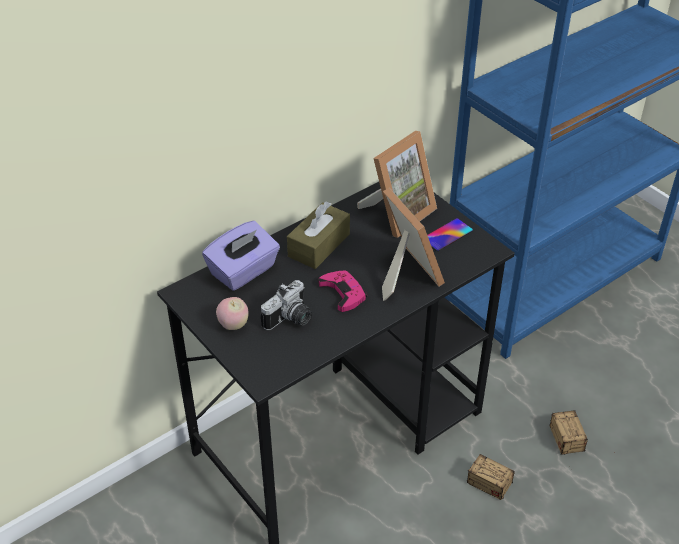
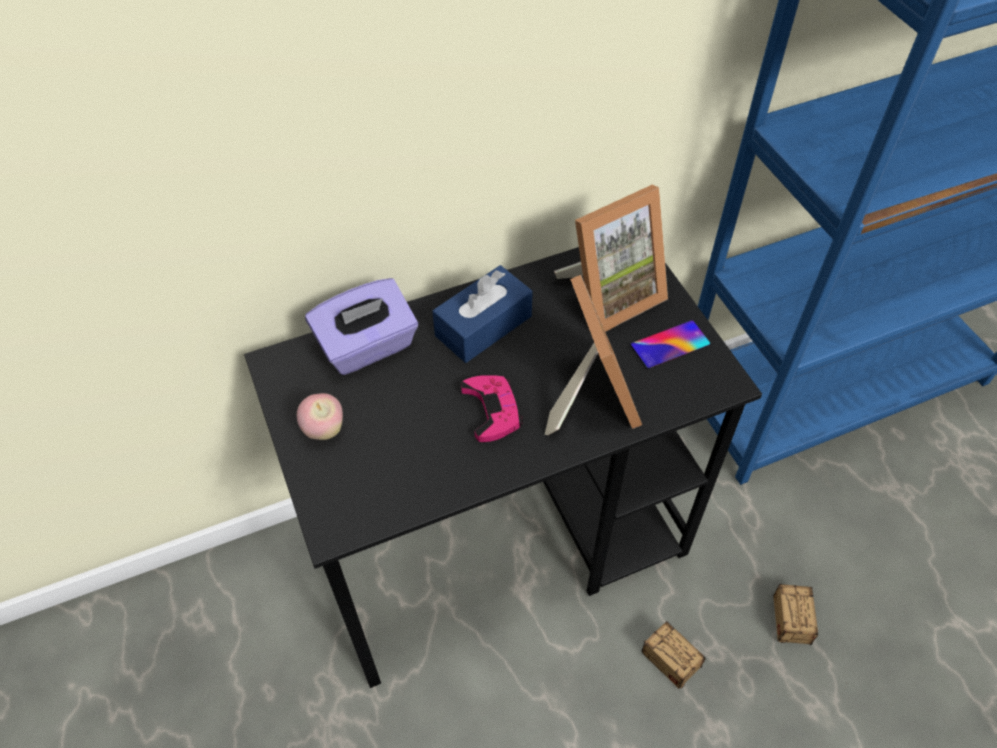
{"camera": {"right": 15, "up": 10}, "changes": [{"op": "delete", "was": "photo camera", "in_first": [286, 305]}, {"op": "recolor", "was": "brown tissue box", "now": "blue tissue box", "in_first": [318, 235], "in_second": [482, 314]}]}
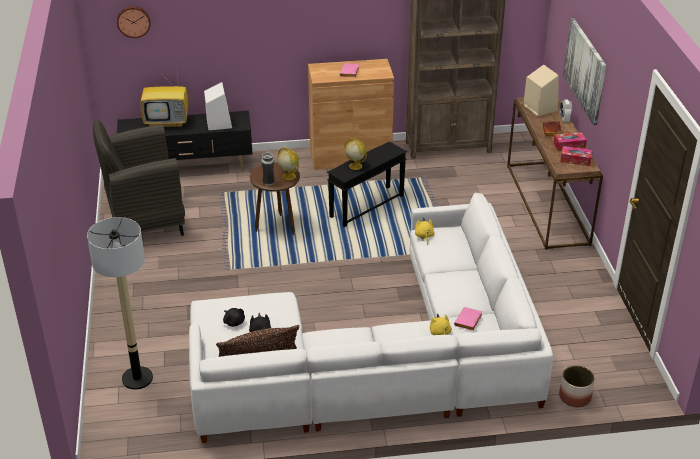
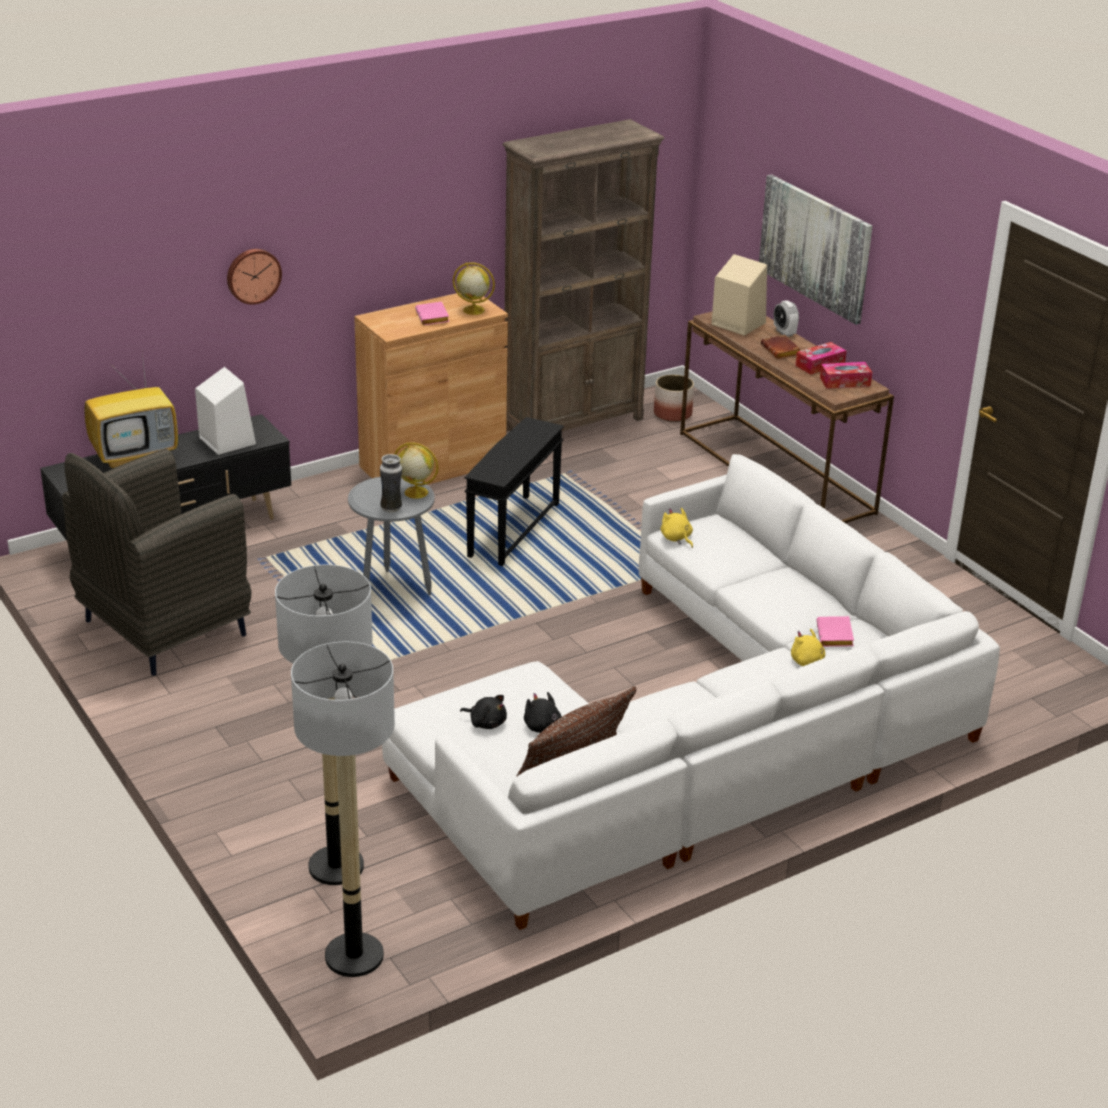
{"camera": {"right": -25, "up": -5}, "changes": [{"op": "move", "was": "wall clock", "in_first": [134, 22], "in_second": [254, 277]}, {"op": "recolor", "was": "brown side table", "now": "grey side table", "in_first": [275, 198], "in_second": [391, 536]}, {"op": "move", "was": "globe", "in_first": [355, 154], "in_second": [474, 288]}, {"op": "move", "was": "planter", "in_first": [577, 386], "in_second": [674, 398]}, {"op": "insert", "now": "floor lamp", "in_second": [343, 809]}]}
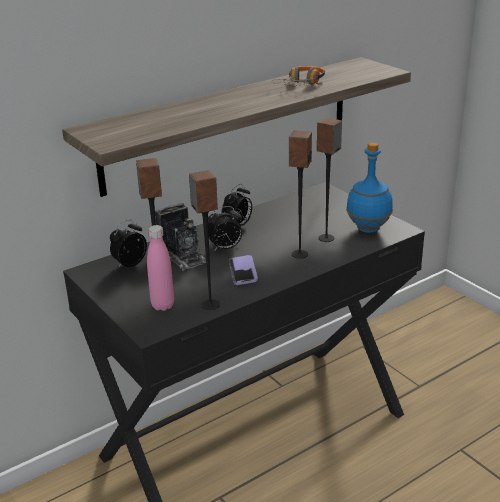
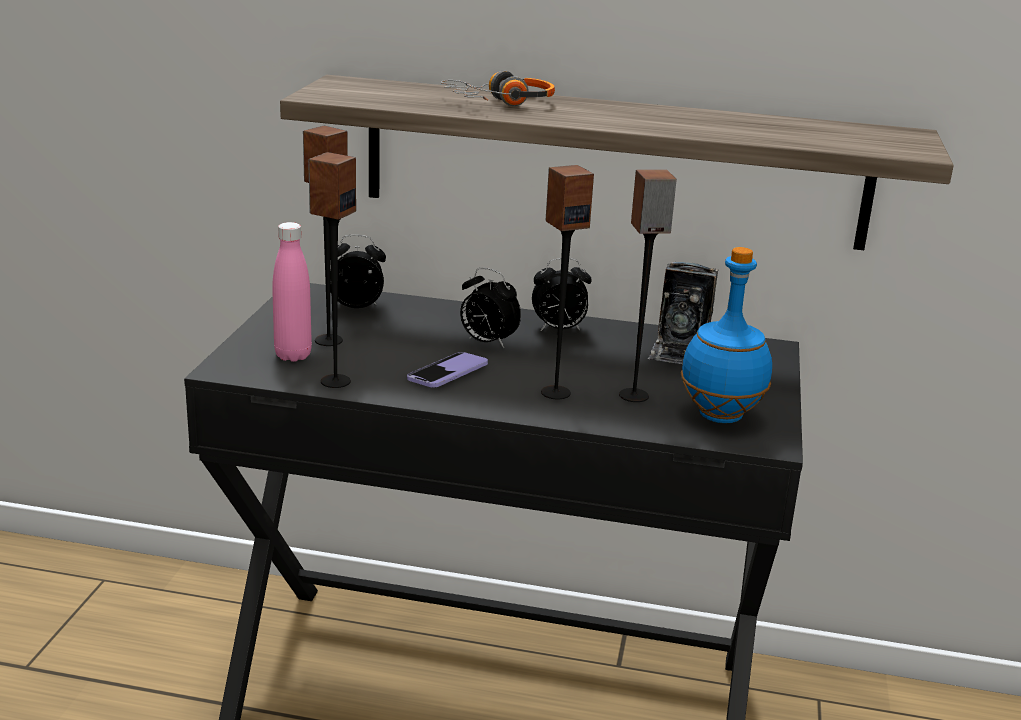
{"camera": {"right": 45, "up": -5}, "changes": [{"op": "move", "was": "photo camera", "in_first": [180, 237], "in_second": [683, 313]}, {"op": "move", "was": "headphones", "in_first": [298, 76], "in_second": [498, 88]}]}
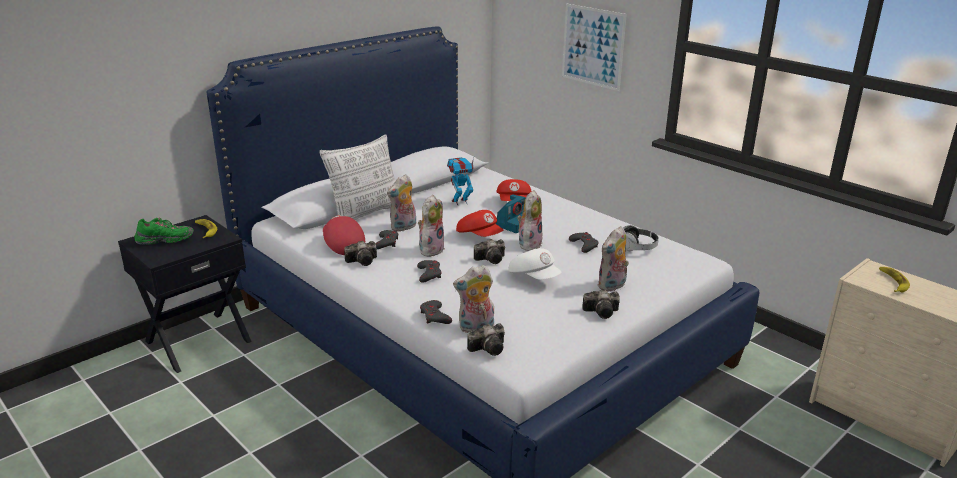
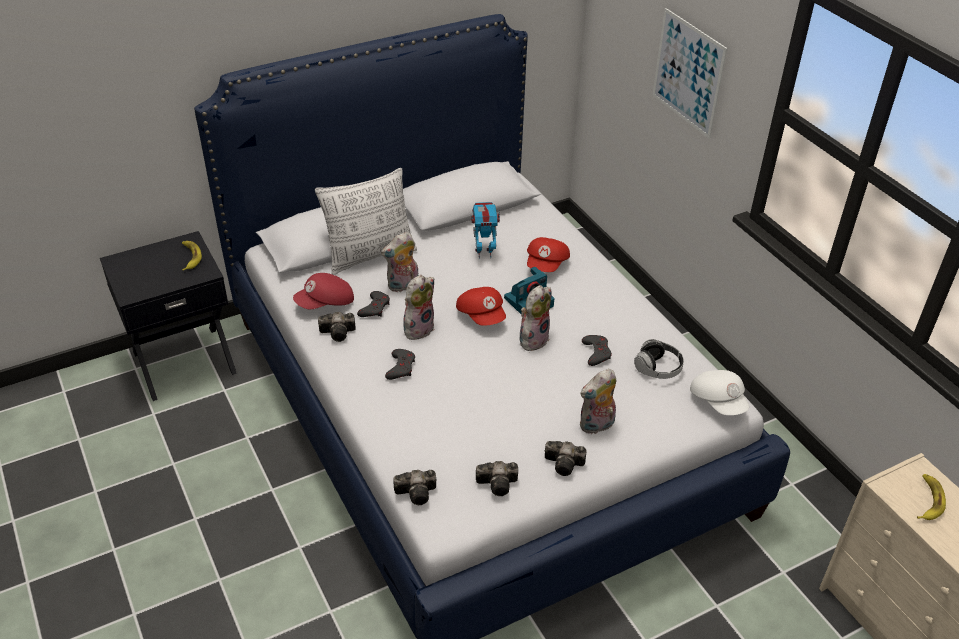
{"camera": {"right": 15, "up": 15}, "changes": [{"op": "delete", "was": "green shoe", "in_first": [164, 231]}, {"op": "rotate", "was": "red cap", "in_first": [344, 235], "in_second": [323, 291], "clockwise": -105}, {"op": "delete", "was": "grey game controller", "in_first": [436, 312]}, {"op": "delete", "was": "plush toy", "in_first": [473, 299]}, {"op": "move", "was": "photo camera", "in_first": [489, 251], "in_second": [497, 478]}, {"op": "move", "was": "white cap", "in_first": [535, 264], "in_second": [719, 392]}]}
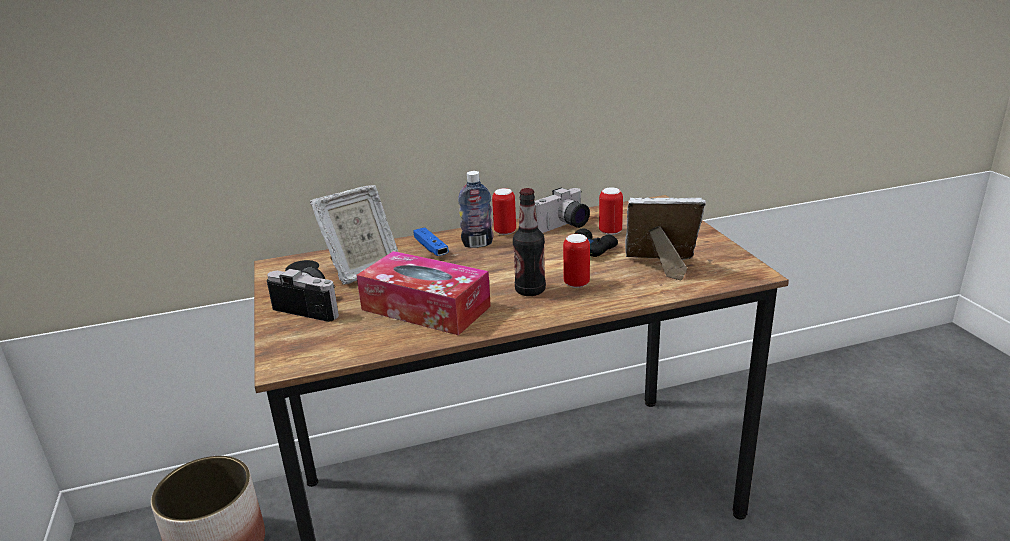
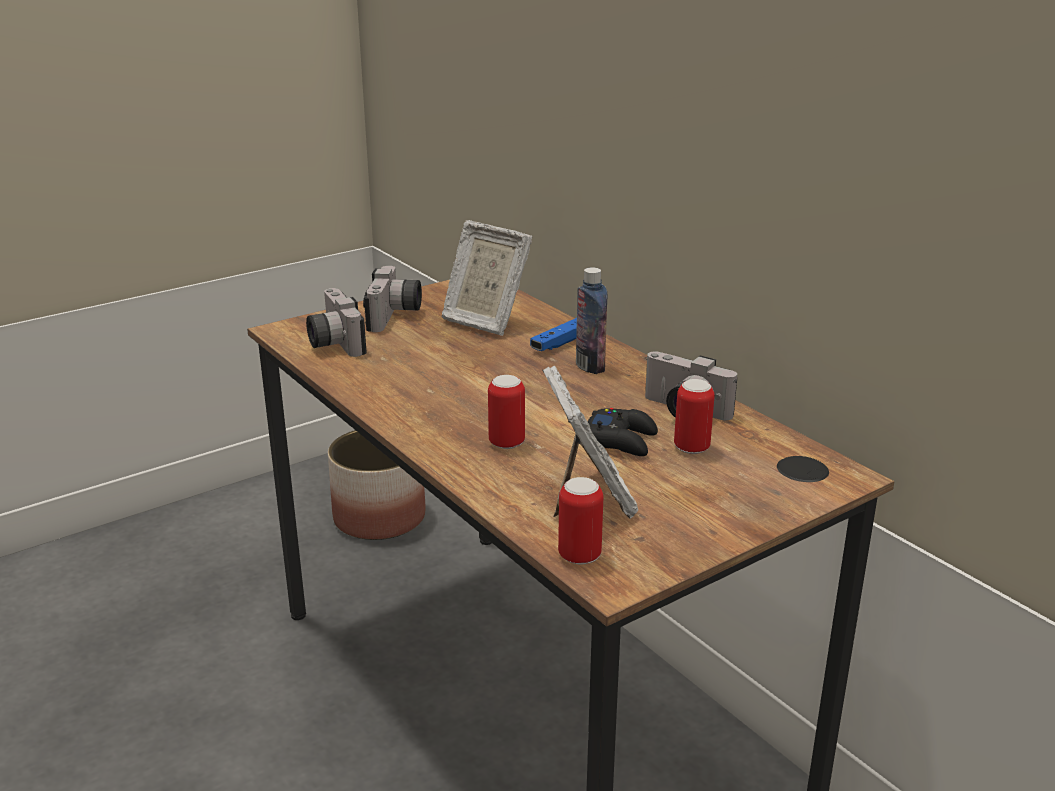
{"camera": {"right": 70, "up": 0}, "changes": [{"op": "delete", "was": "tissue box", "in_first": [423, 293]}, {"op": "move", "was": "can", "in_first": [504, 211], "in_second": [580, 521]}, {"op": "delete", "was": "bottle", "in_first": [529, 242]}, {"op": "insert", "now": "photo camera", "in_second": [336, 322]}]}
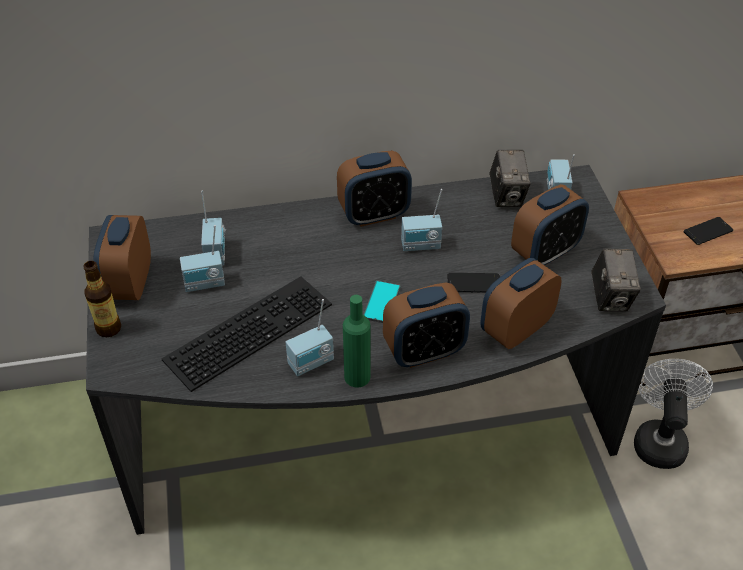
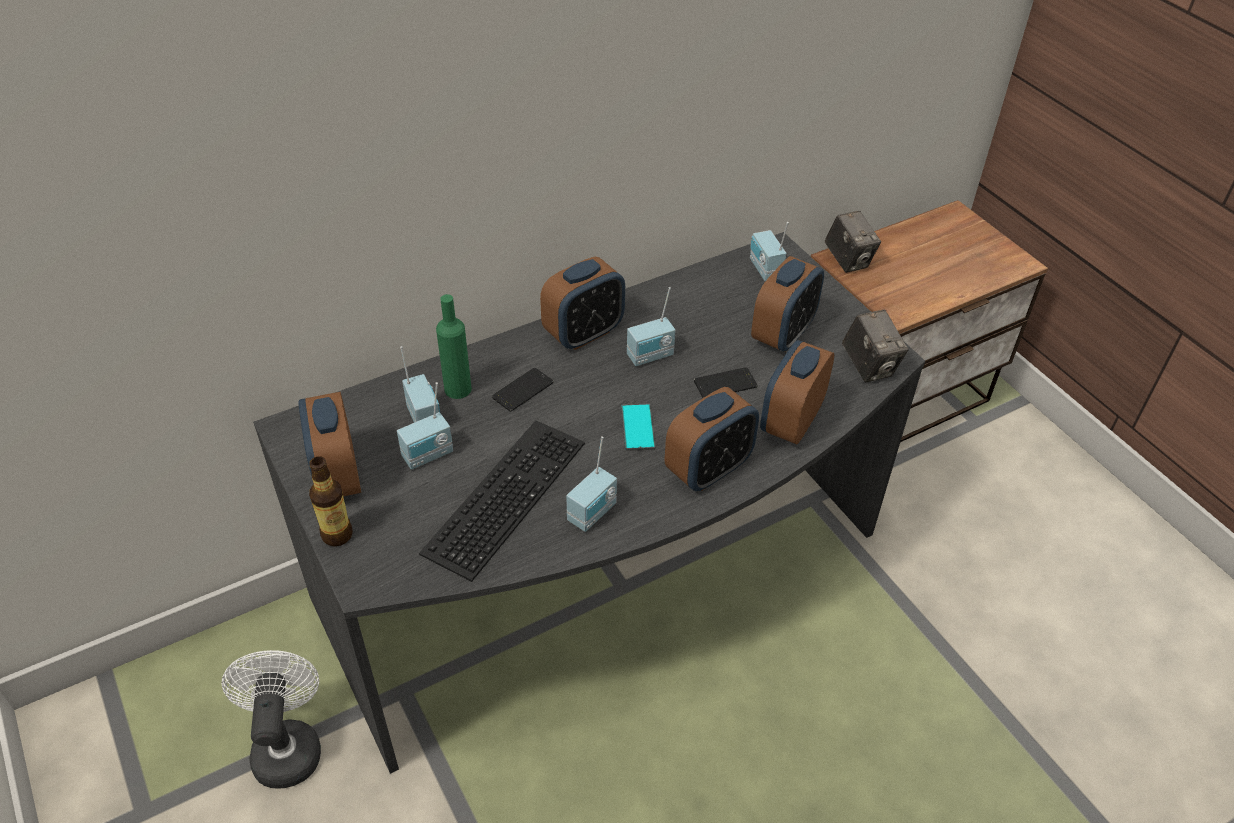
{"camera": {"right": -20, "up": 0}, "changes": [{"op": "move", "was": "green bottle", "in_first": [357, 341], "in_second": [454, 346]}, {"op": "move", "was": "photo camera", "in_first": [510, 178], "in_second": [852, 242]}, {"op": "move", "was": "white fan", "in_first": [673, 414], "in_second": [271, 719]}, {"op": "move", "was": "phone", "in_first": [708, 231], "in_second": [522, 389]}]}
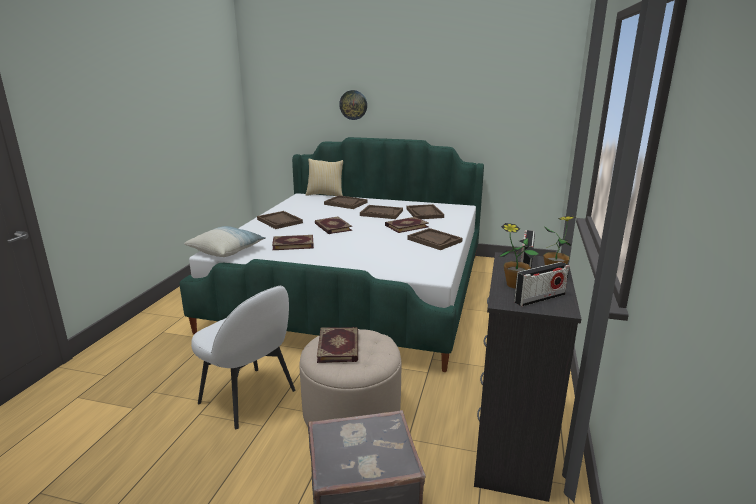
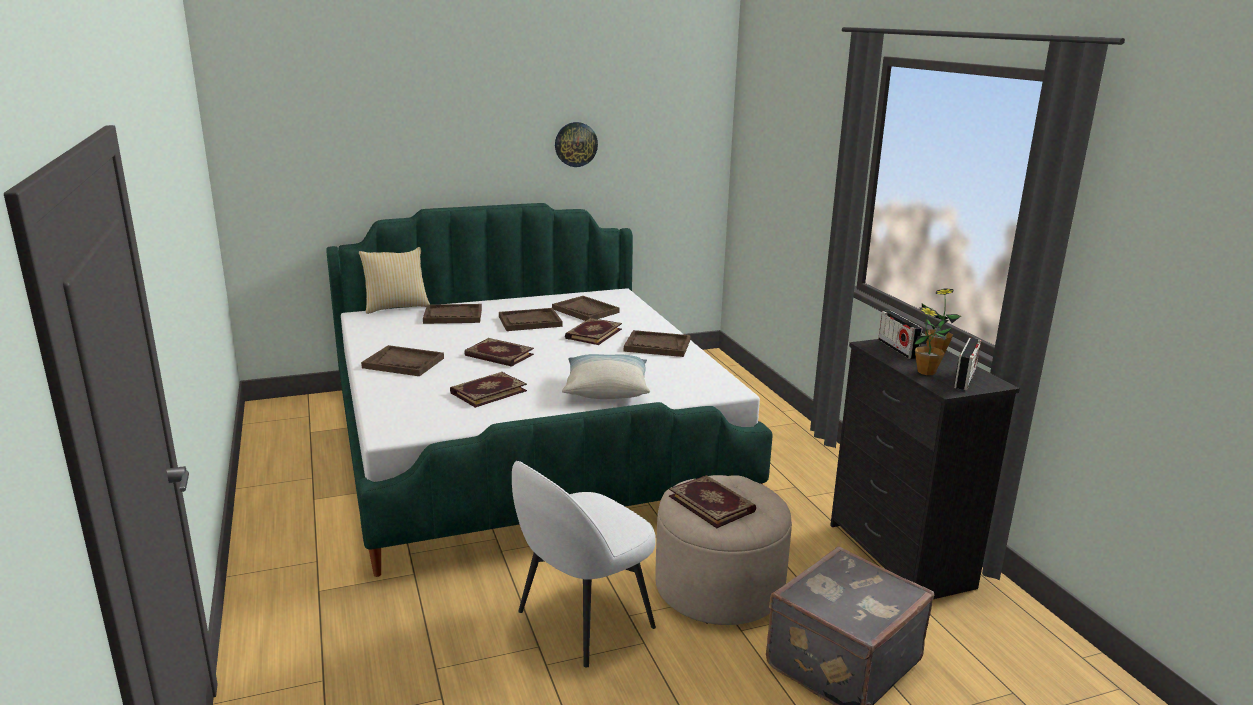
{"camera": {"right": -35, "up": 0}, "changes": [{"op": "move", "was": "pillow", "in_first": [225, 241], "in_second": [606, 376]}, {"op": "rotate", "was": "white chair", "in_first": [243, 357], "in_second": [584, 564], "clockwise": 135}, {"op": "move", "was": "wall clock", "in_first": [353, 105], "in_second": [576, 144]}]}
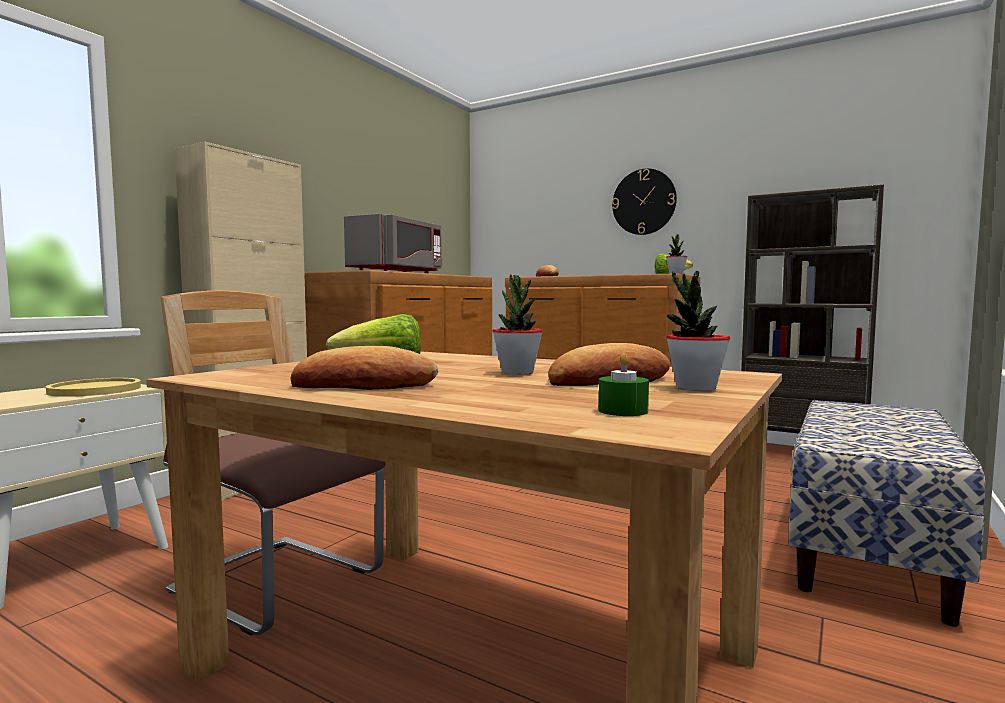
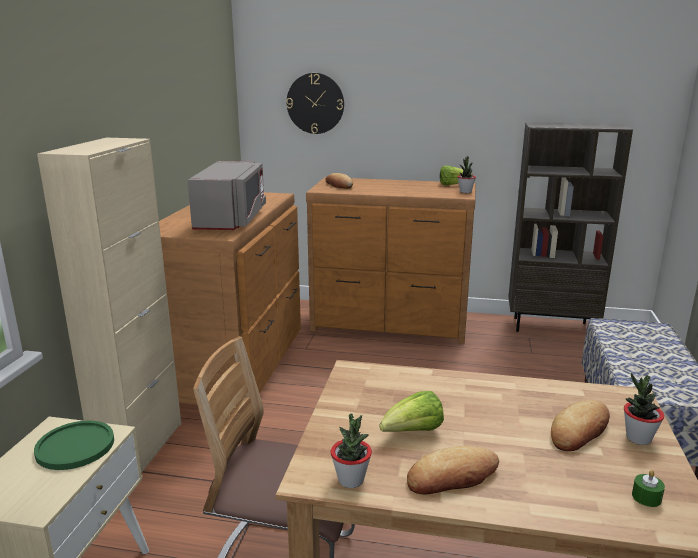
{"camera": {"right": -20, "up": 15}, "changes": [{"op": "recolor", "was": "yellow plate", "now": "green plate", "in_first": [93, 387], "in_second": [74, 445]}, {"op": "move", "was": "potted plant", "in_first": [518, 324], "in_second": [351, 451]}, {"op": "move", "was": "wall clock", "in_first": [644, 201], "in_second": [315, 103]}]}
